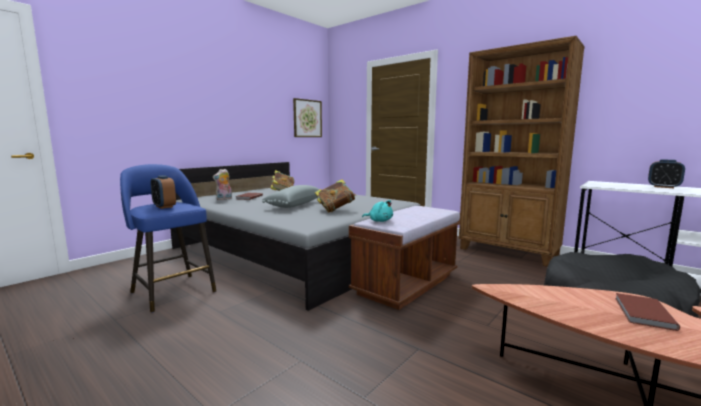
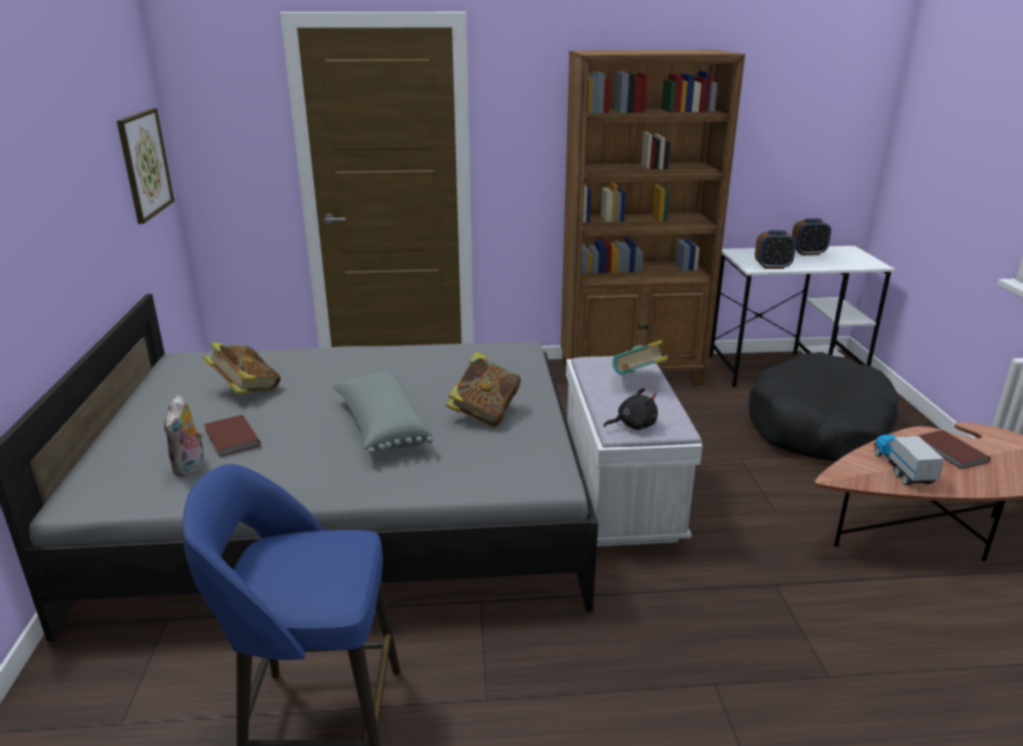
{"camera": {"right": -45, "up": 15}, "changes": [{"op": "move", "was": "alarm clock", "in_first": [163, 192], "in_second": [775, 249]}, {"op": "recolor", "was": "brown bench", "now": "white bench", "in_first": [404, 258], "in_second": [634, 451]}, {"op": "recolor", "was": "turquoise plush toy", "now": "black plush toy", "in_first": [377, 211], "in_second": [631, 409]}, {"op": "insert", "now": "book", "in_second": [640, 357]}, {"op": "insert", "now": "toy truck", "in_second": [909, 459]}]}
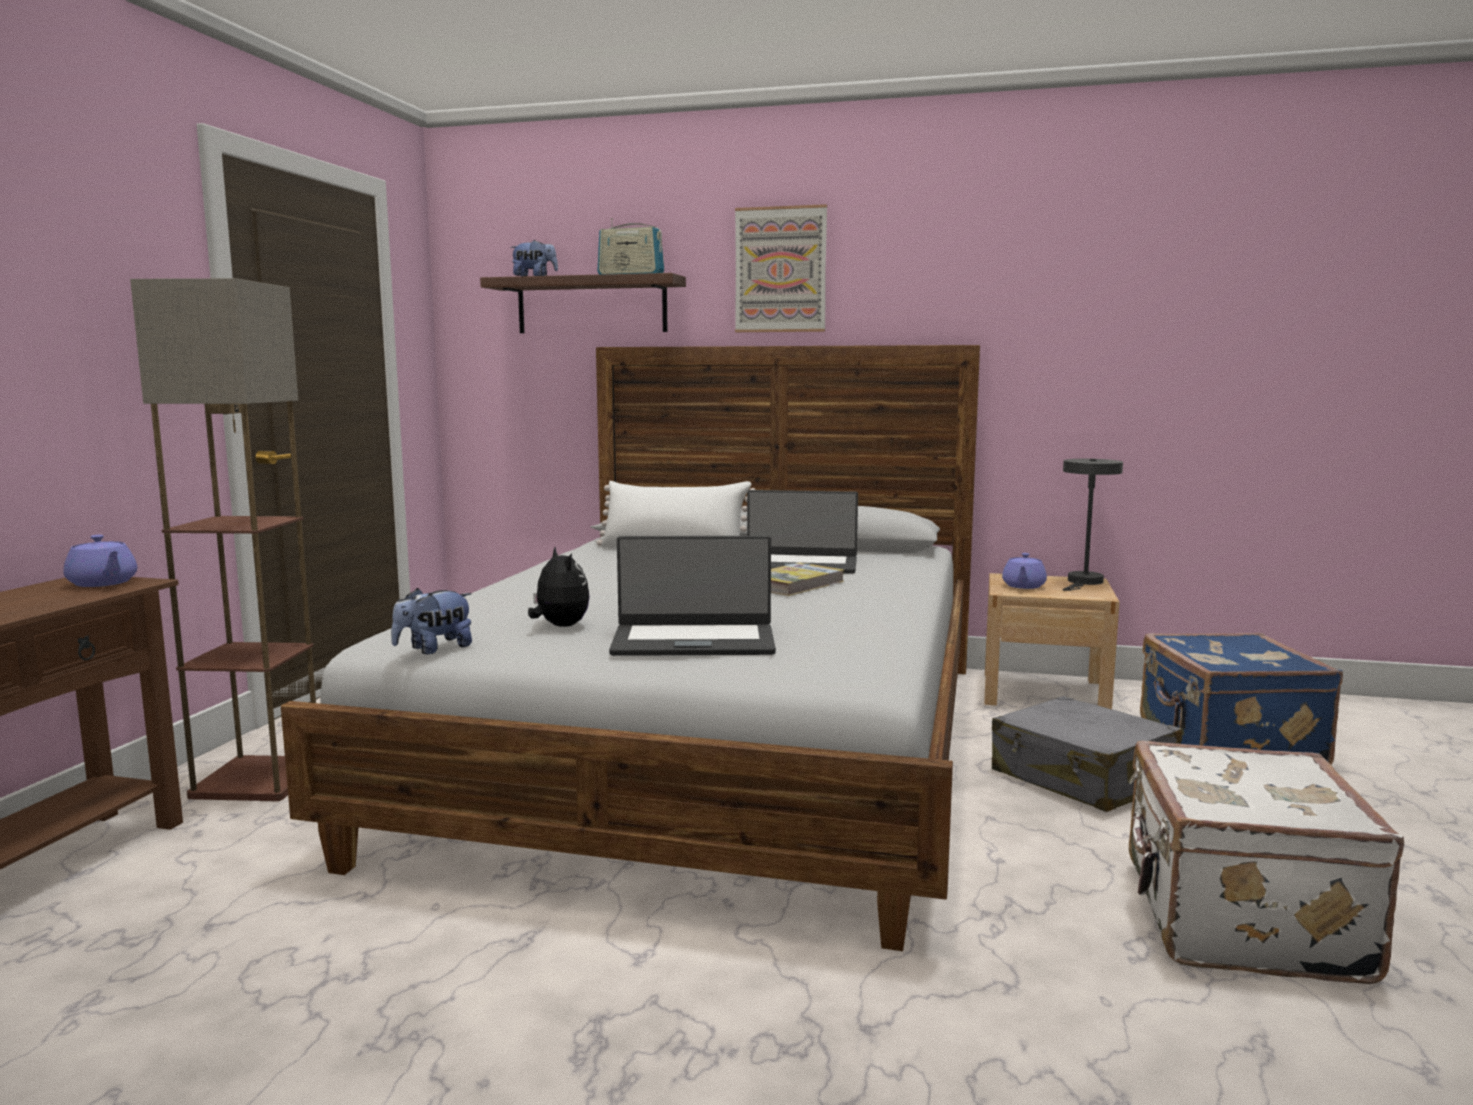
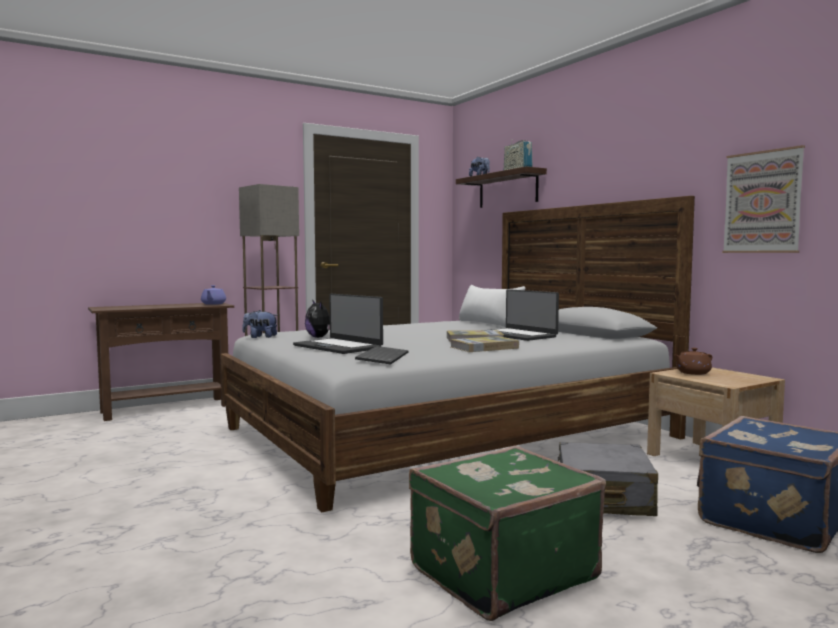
{"camera": {"right": 45, "up": -5}, "changes": [{"op": "rotate", "was": "plush toy", "in_first": [559, 587], "in_second": [317, 319], "clockwise": 135}, {"op": "move", "was": "picture", "in_first": [781, 268], "in_second": [763, 199]}, {"op": "recolor", "was": "purple teapot", "now": "brown teapot", "in_first": [1024, 571], "in_second": [693, 361]}, {"op": "delete", "was": "grey table lamp", "in_first": [1092, 525]}, {"op": "recolor", "was": "white suitcase", "now": "green suitcase", "in_first": [1266, 862], "in_second": [507, 533]}, {"op": "insert", "now": "keyboard", "in_second": [382, 355]}, {"op": "insert", "now": "book", "in_second": [484, 344]}]}
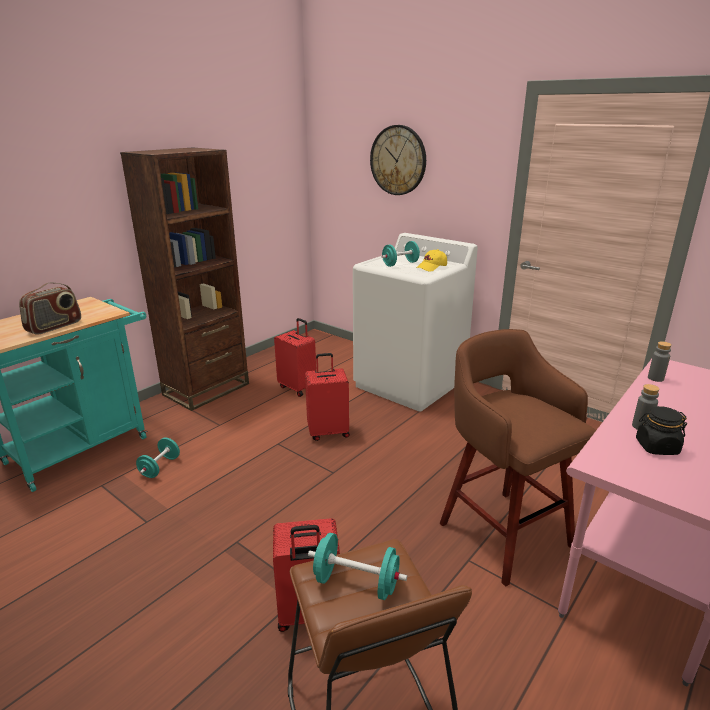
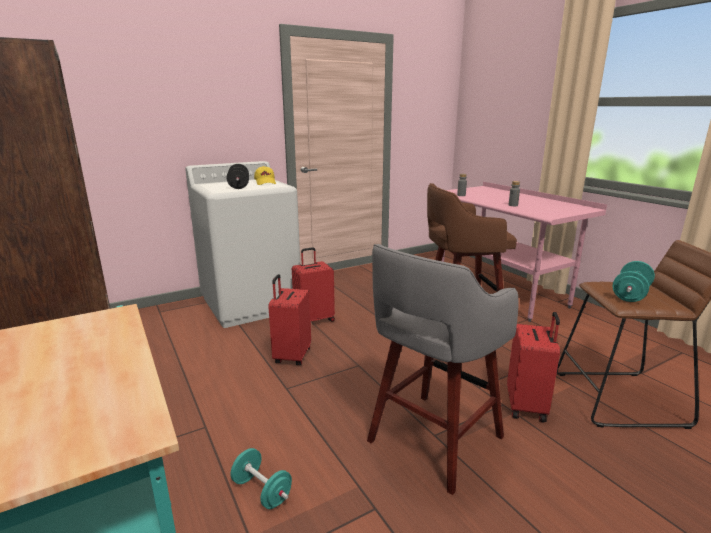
{"camera": {"right": -70, "up": -5}, "changes": [{"op": "delete", "was": "radio", "in_first": [50, 308]}, {"op": "move", "was": "red suitcase", "in_first": [295, 357], "in_second": [313, 284]}, {"op": "delete", "was": "wall clock", "in_first": [398, 160]}, {"op": "recolor", "was": "turquoise dumbbell", "now": "black dumbbell", "in_first": [401, 254], "in_second": [238, 176]}, {"op": "delete", "was": "black jar", "in_first": [661, 430]}, {"op": "insert", "now": "grey stool", "in_second": [443, 369]}]}
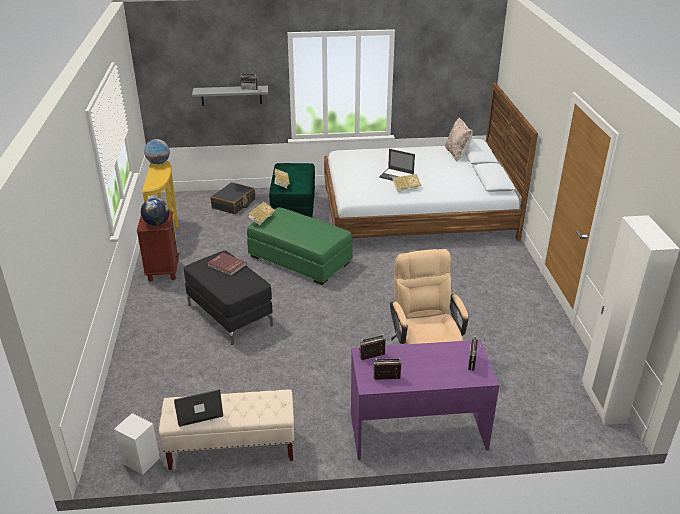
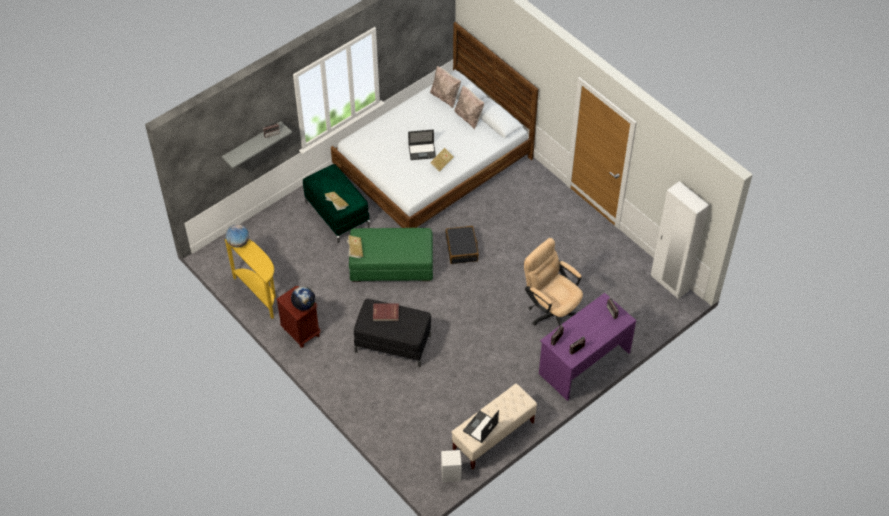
{"camera": {"right": -35, "up": 20}, "changes": [{"op": "move", "was": "black suitcase", "in_first": [233, 198], "in_second": [462, 245]}, {"op": "insert", "now": "beige pillow", "in_second": [469, 107]}]}
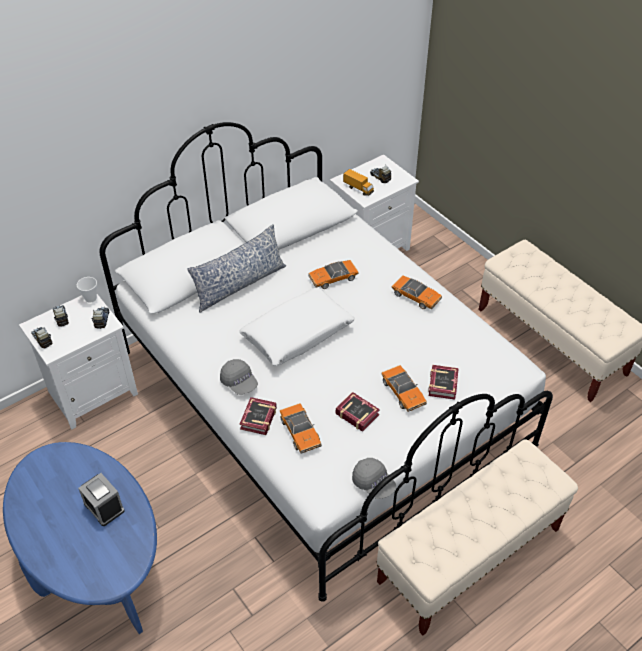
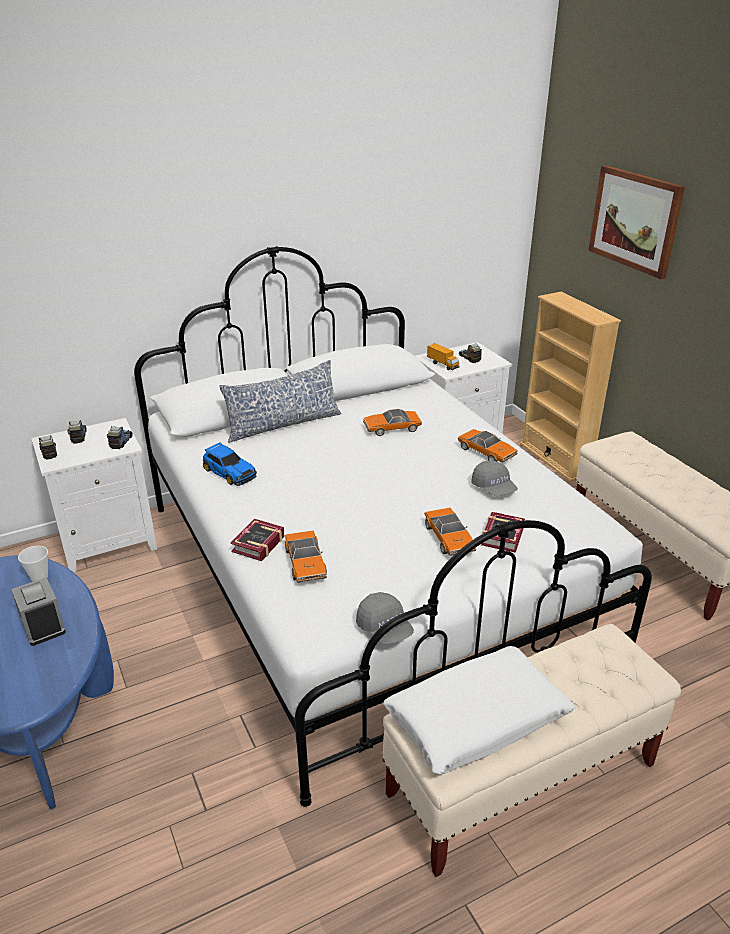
{"camera": {"right": 10, "up": -15}, "changes": [{"op": "move", "was": "cup", "in_first": [87, 290], "in_second": [33, 563]}, {"op": "move", "was": "grey cap", "in_first": [239, 377], "in_second": [494, 478]}, {"op": "move", "was": "white pillow", "in_first": [297, 326], "in_second": [479, 710]}, {"op": "delete", "was": "book", "in_first": [358, 412]}, {"op": "insert", "now": "toy car", "in_second": [230, 464]}, {"op": "insert", "now": "beige bookcase", "in_second": [570, 387]}, {"op": "insert", "now": "picture", "in_second": [636, 222]}]}
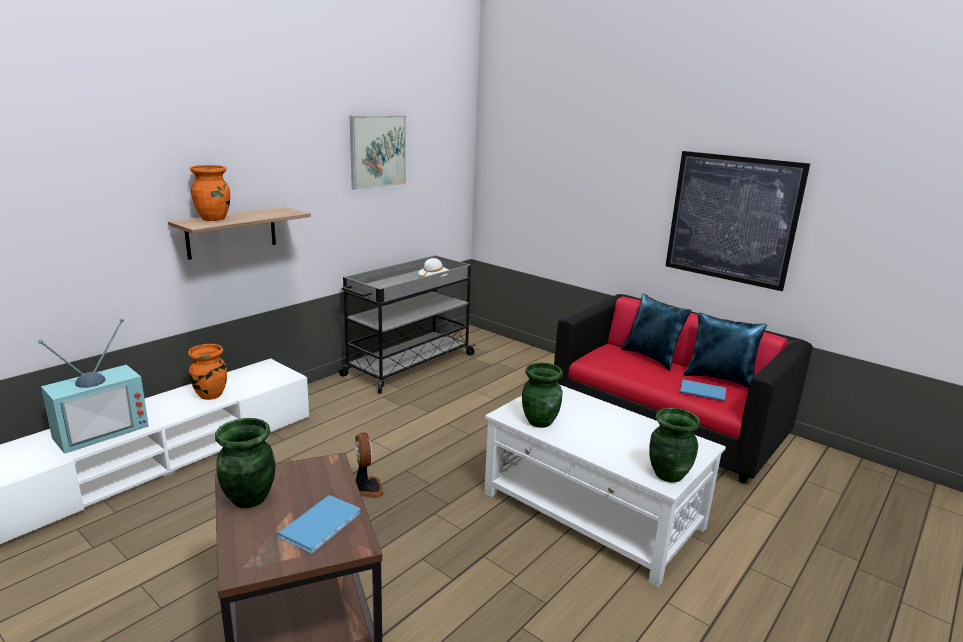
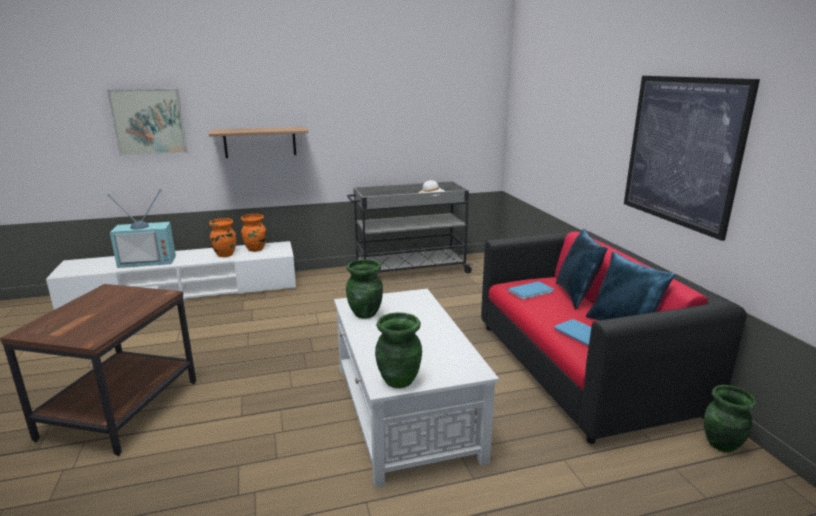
{"camera": {"right": 35, "up": 0}, "changes": [{"op": "move", "was": "orange vase", "in_first": [210, 193], "in_second": [253, 233]}, {"op": "move", "was": "green vase", "in_first": [245, 463], "in_second": [730, 418]}, {"op": "move", "was": "blue book", "in_first": [319, 524], "in_second": [531, 290]}, {"op": "move", "was": "picture", "in_first": [378, 152], "in_second": [147, 122]}, {"op": "delete", "was": "fan", "in_first": [369, 465]}]}
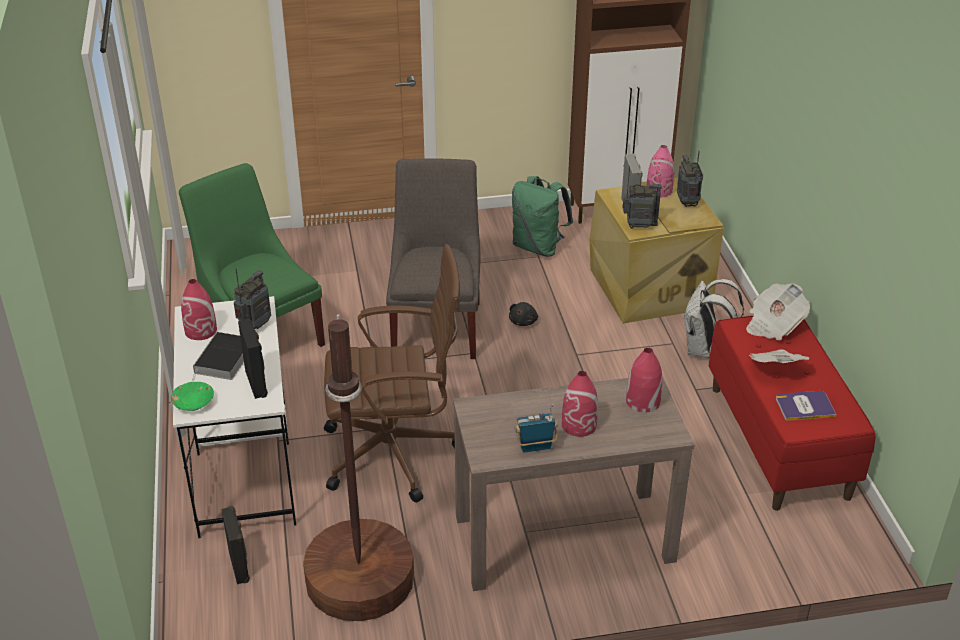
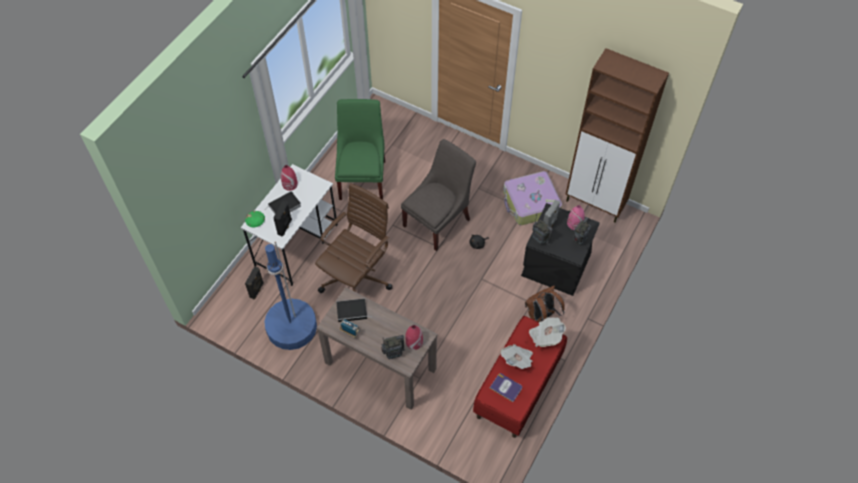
{"camera": {"right": 40, "up": 20}, "changes": [{"op": "move", "was": "radio", "in_first": [252, 300], "in_second": [393, 347]}, {"op": "recolor", "was": "brown floor lamp", "now": "blue floor lamp", "in_first": [358, 467], "in_second": [290, 296]}, {"op": "rotate", "was": "brown office chair", "in_first": [392, 373], "in_second": [353, 238], "clockwise": -90}, {"op": "replace", "was": "green backpack", "now": "suitcase", "in_first": [542, 216], "in_second": [532, 198]}, {"op": "delete", "was": "red vase", "in_first": [580, 404]}, {"op": "recolor", "was": "beige storage box", "now": "black storage box", "in_first": [657, 251], "in_second": [560, 249]}, {"op": "recolor", "was": "white backpack", "now": "brown backpack", "in_first": [713, 318], "in_second": [545, 304]}, {"op": "insert", "now": "book", "in_second": [355, 310]}]}
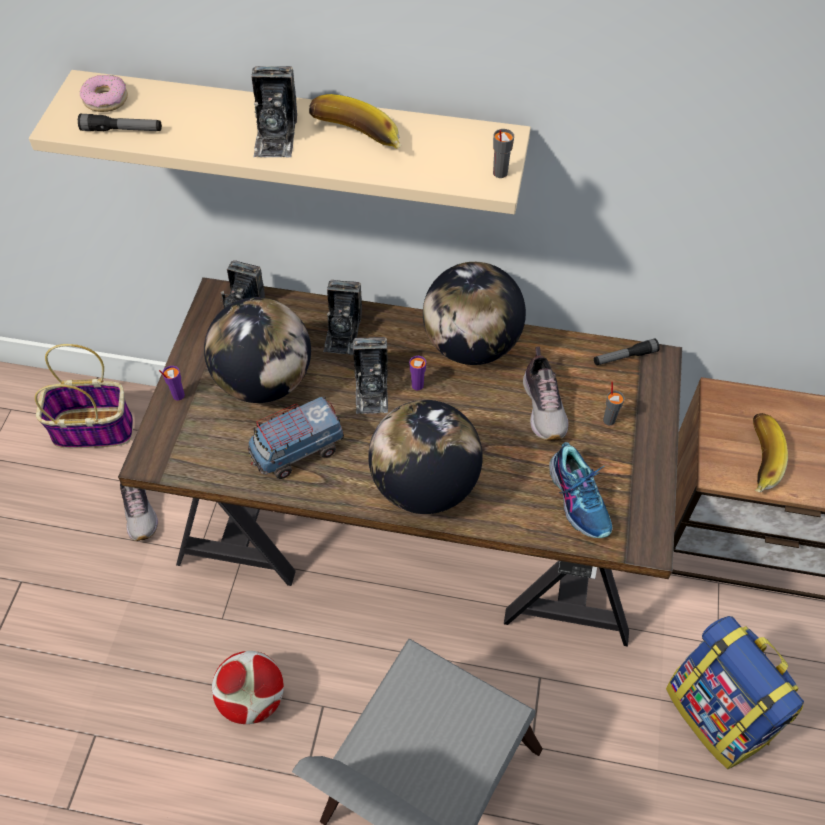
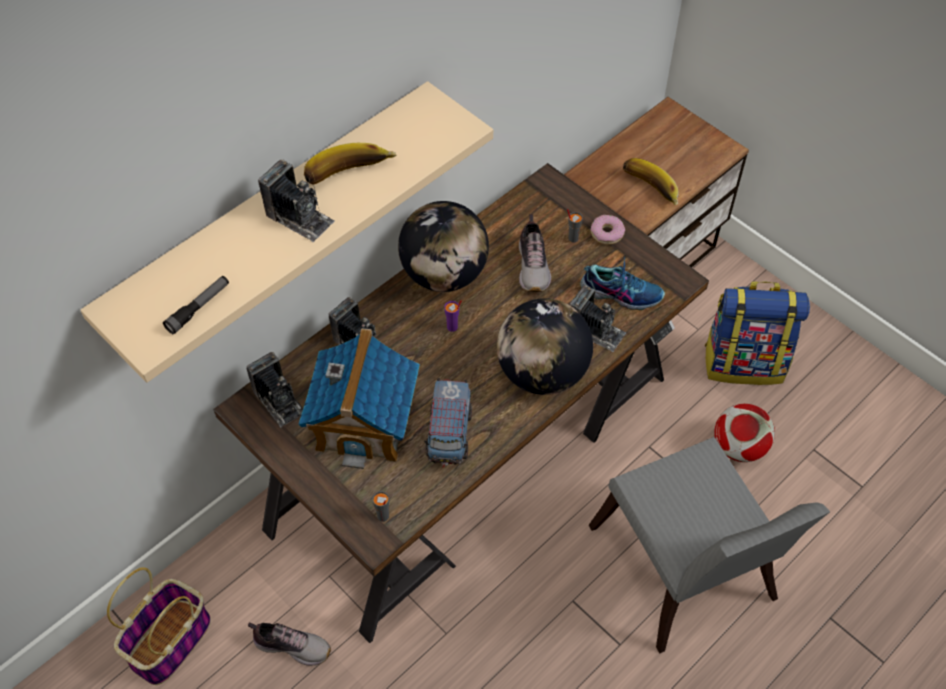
{"camera": {"right": -55, "up": 0}, "changes": [{"op": "move", "was": "donut", "in_first": [104, 93], "in_second": [608, 230]}, {"op": "delete", "was": "purple cup", "in_first": [172, 383]}, {"op": "replace", "was": "globe", "now": "toy house", "in_first": [257, 350], "in_second": [359, 398]}, {"op": "move", "was": "football", "in_first": [248, 687], "in_second": [744, 433]}, {"op": "move", "was": "photo camera", "in_first": [370, 375], "in_second": [598, 318]}, {"op": "move", "was": "grey cup", "in_first": [503, 153], "in_second": [380, 506]}, {"op": "rotate", "was": "shoe", "in_first": [546, 393], "in_second": [535, 253], "clockwise": 60}, {"op": "delete", "was": "flashlight", "in_first": [627, 351]}]}
